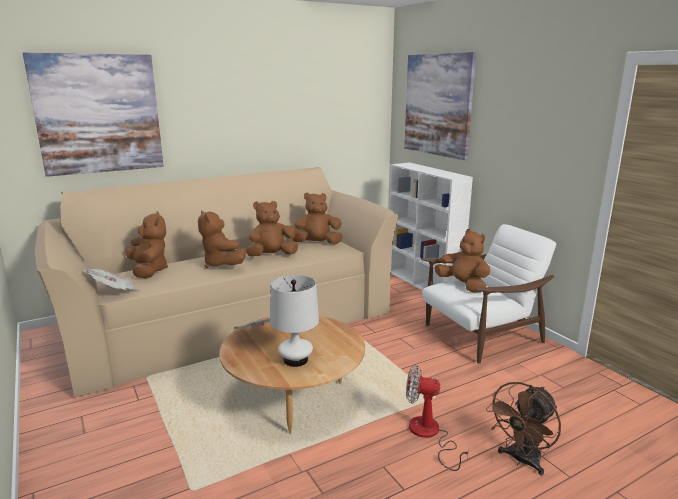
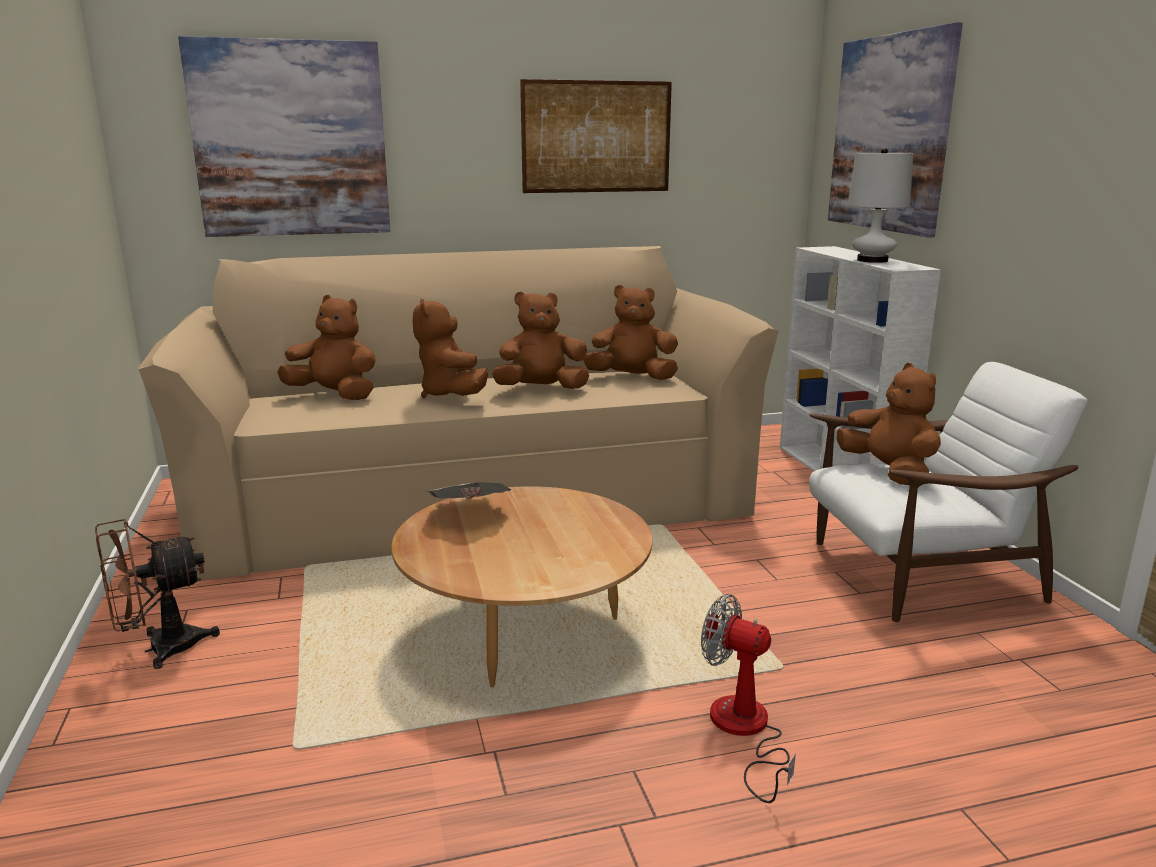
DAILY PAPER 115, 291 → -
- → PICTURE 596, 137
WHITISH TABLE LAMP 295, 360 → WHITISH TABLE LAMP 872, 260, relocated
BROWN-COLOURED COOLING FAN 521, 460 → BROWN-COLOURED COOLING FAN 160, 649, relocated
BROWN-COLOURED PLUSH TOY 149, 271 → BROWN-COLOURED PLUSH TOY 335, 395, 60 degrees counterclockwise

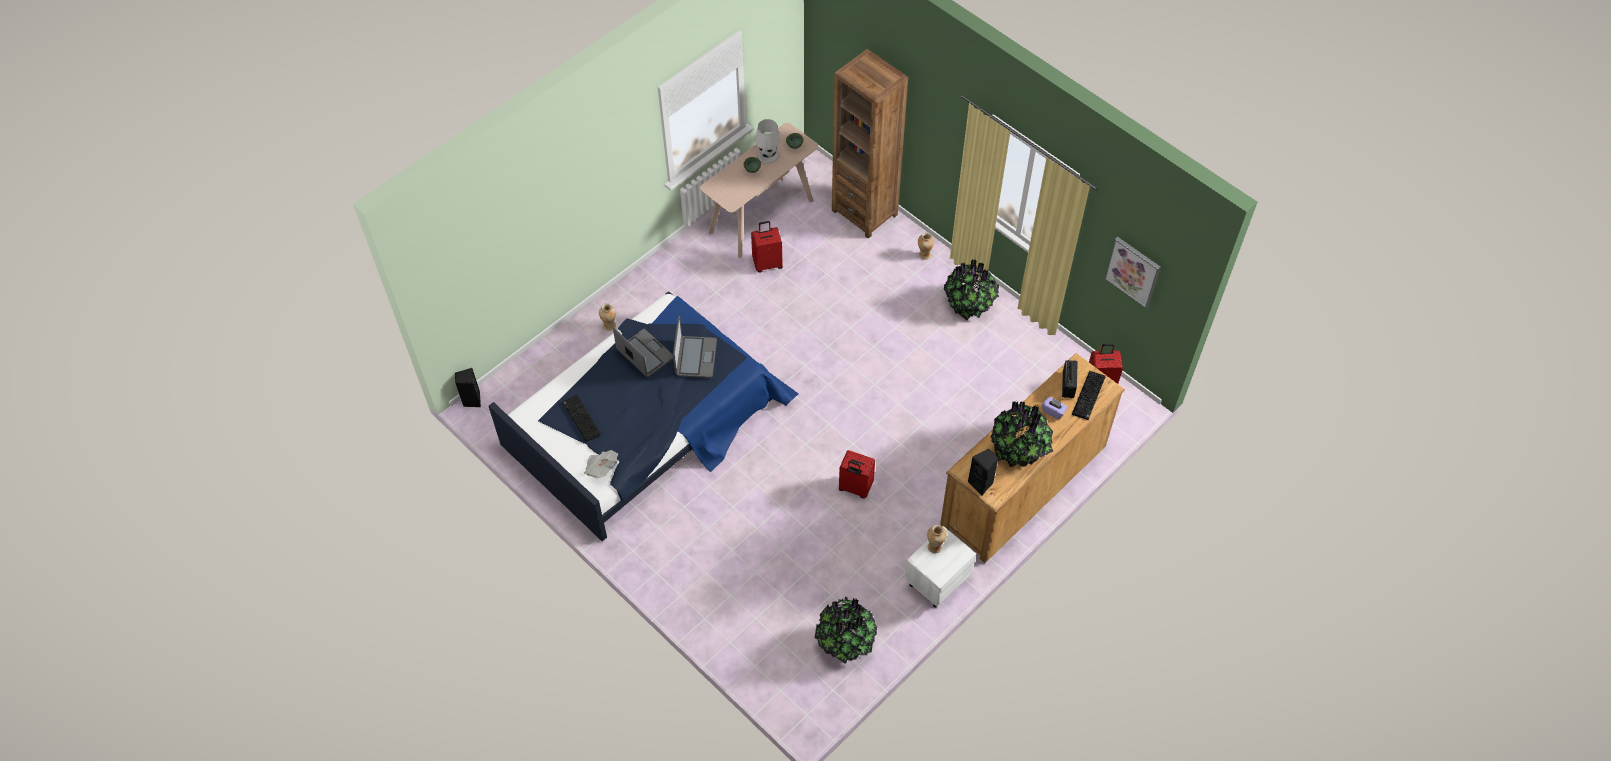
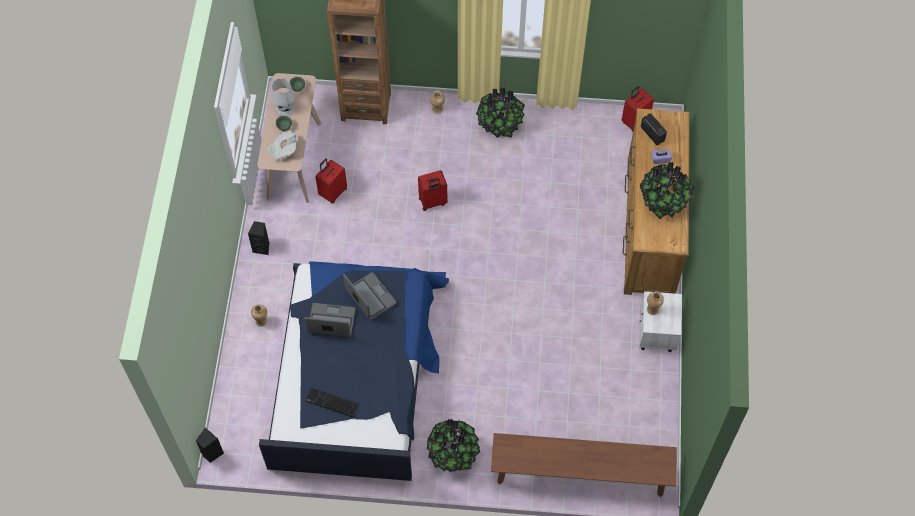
COMPUTER KEYBOARD 1089, 396 → -
PICTURE 1133, 271 → -
- → BROWN-COLOURED INDOOR BENCH 580, 475
DAILY PAPER 601, 468 → DAILY PAPER 283, 150, relocated
PLANT IN A POT 845, 642 → PLANT IN A POT 453, 454, relocated
RED-COLOURED PIECE OF LUGGAGE 855, 488 → RED-COLOURED PIECE OF LUGGAGE 432, 202, relocated
BLACK-COLOURED AUDIO SPEAKER 981, 484 → BLACK-COLOURED AUDIO SPEAKER 262, 247, relocated

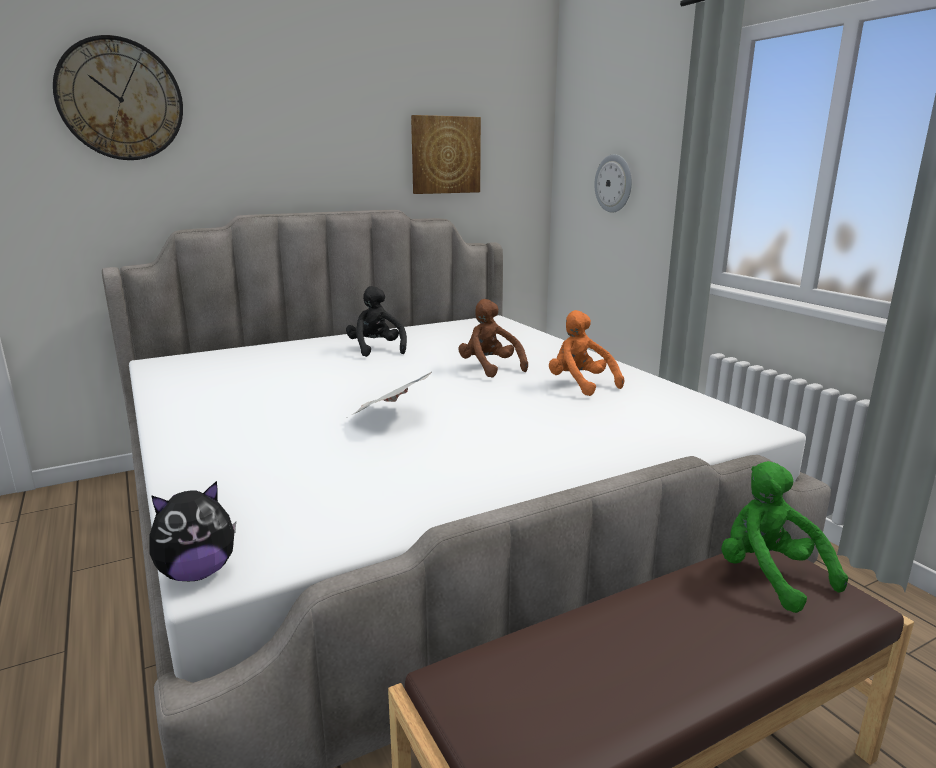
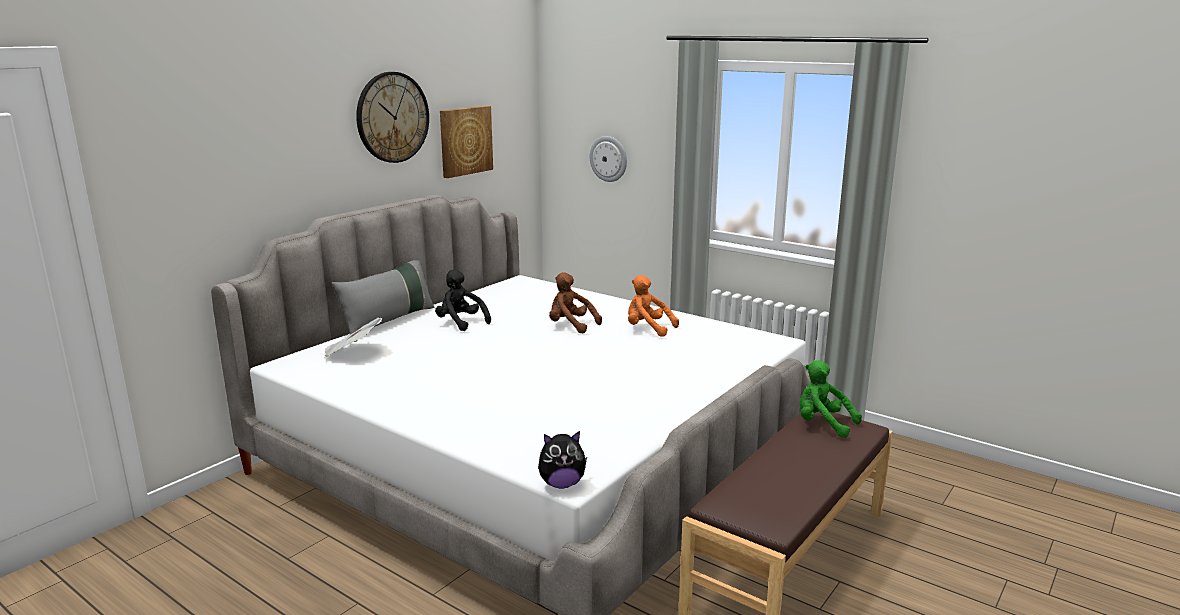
- → GRAY CUSHION 388, 321
HANGING CLOCK 120, 100 → HANGING CLOCK 392, 117, relocated
DAILY PAPER 390, 417 → DAILY PAPER 352, 353, relocated
PLUSH TOY 197, 573 → PLUSH TOY 562, 484, 45 degrees clockwise

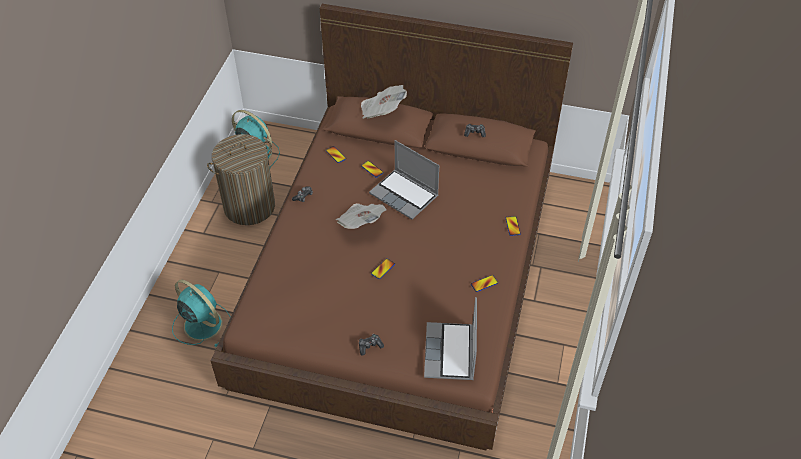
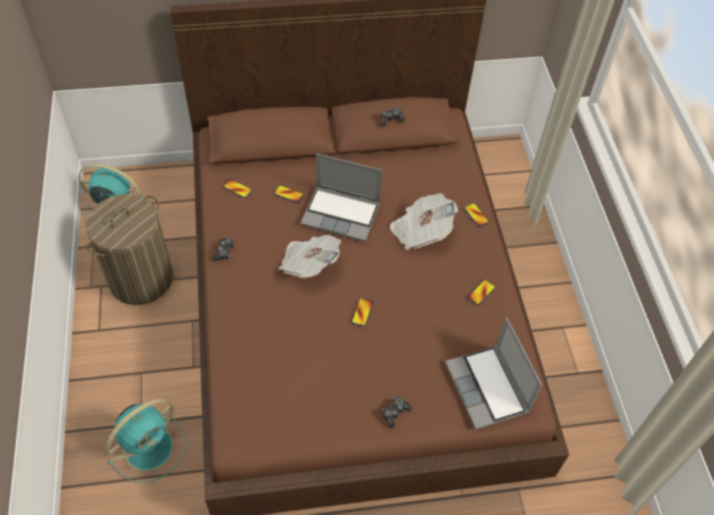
DAILY PAPER 382, 111 → DAILY PAPER 421, 231, relocated
TURQUOISE-COLOURED COOLING FAN 201, 324 → TURQUOISE-COLOURED COOLING FAN 150, 446, 120 degrees clockwise

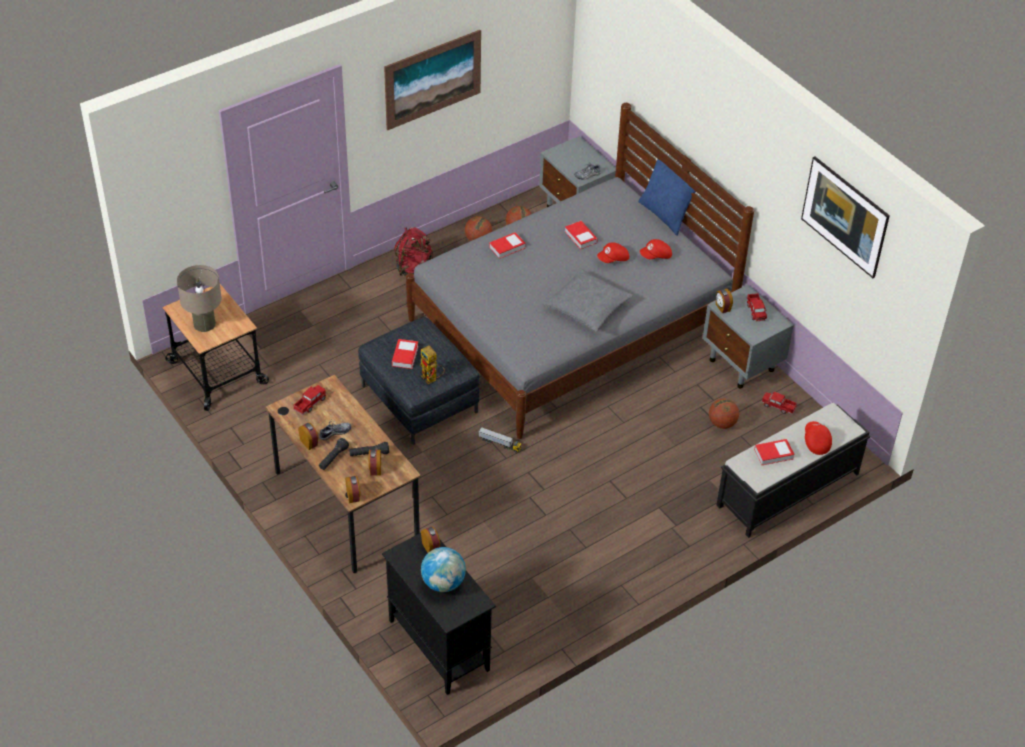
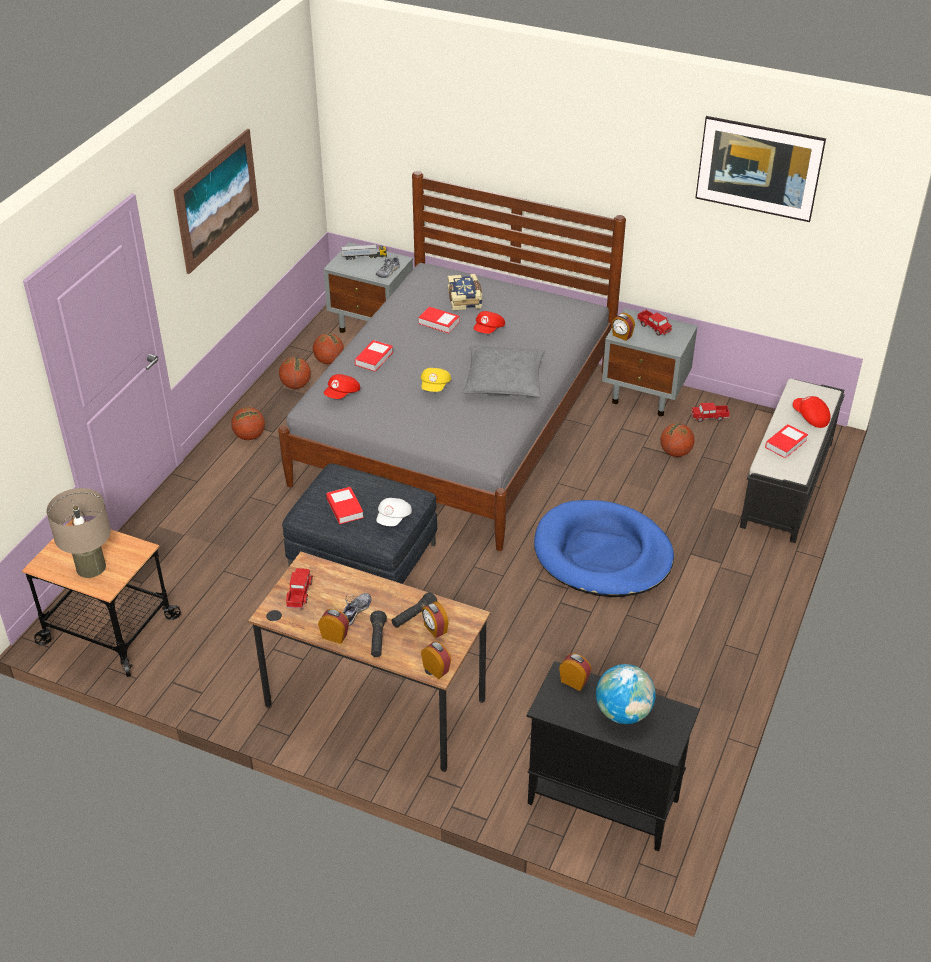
BLUE CUSHION 666, 215 → -
- → YELLOW CAP 435, 387
- → BOUND BOOK 465, 299
- → BLUE DOG CUSHION 602, 554
MODEL TRUCK 500, 444 → MODEL TRUCK 364, 257, relocated
RED-COLOURED CAP 656, 256 → RED-COLOURED CAP 342, 394, relocated
RED-COLOURED KNAPSACK 413, 268 → BASKETBALL 249, 436
TOY ROBOT 432, 379 → WHITISH CAP 394, 519

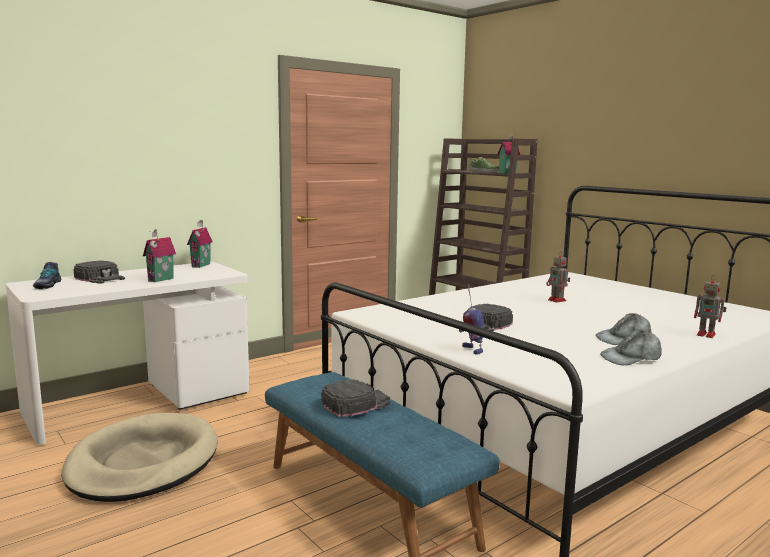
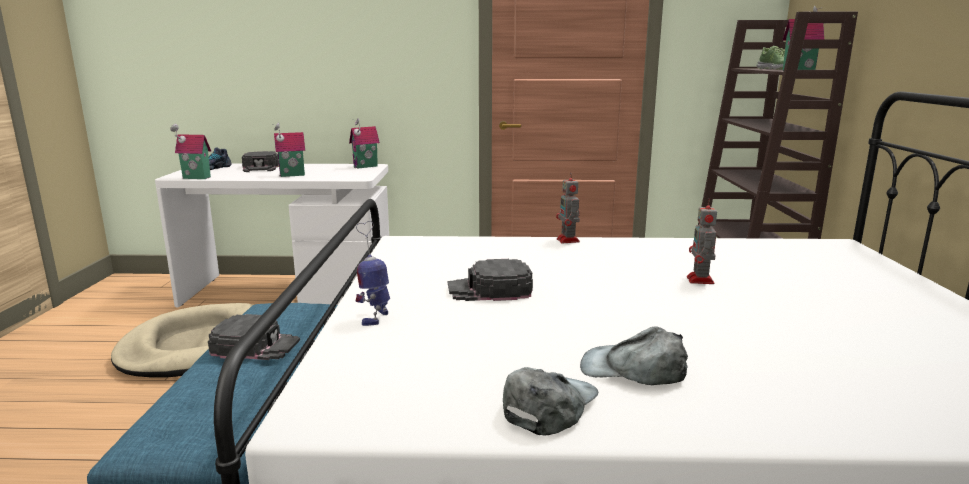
- → MINIATURE HOUSE 195, 178
TOY ROBOT 707, 335 → TOY ROBOT 568, 240, relocated
GRAY CAP 631, 357 → GRAY CAP 548, 405, 105 degrees clockwise

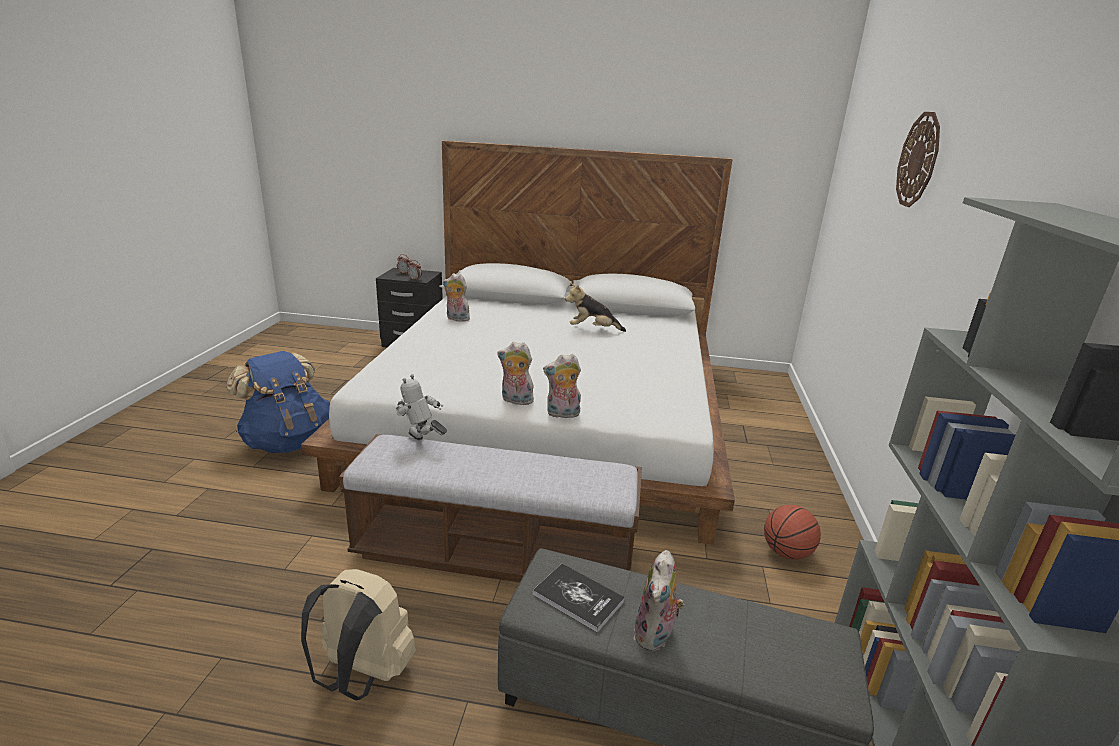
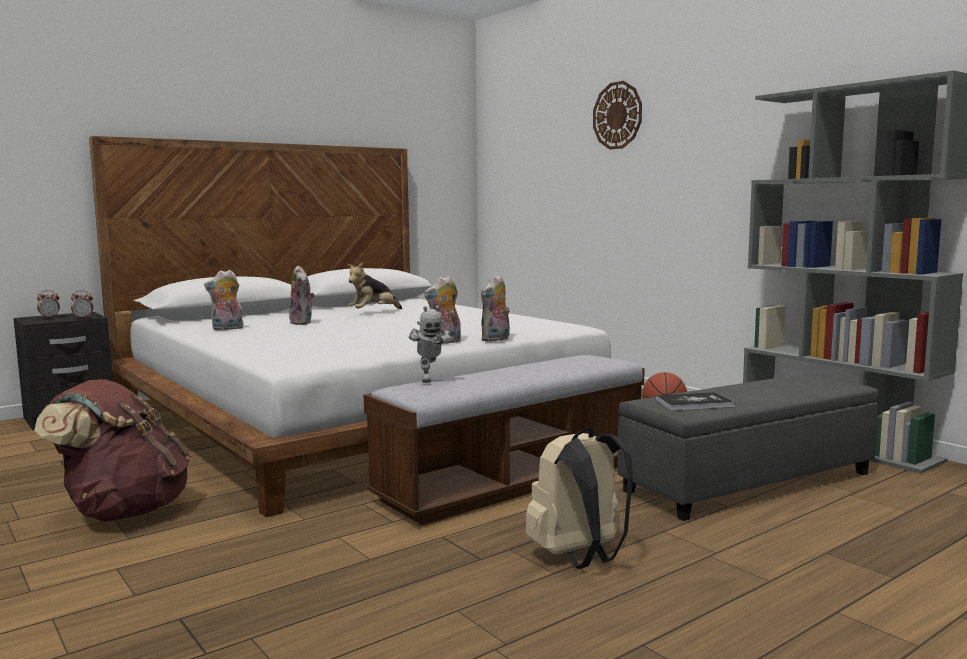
PLUSH TOY 655, 635 → PLUSH TOY 303, 322, relocated
BLUE KNAPSACK 288, 442 → BROWN-COLOURED KNAPSACK 123, 512
TOY ROBOT 421, 442 → TOY ROBOT 429, 379, 90 degrees counterclockwise

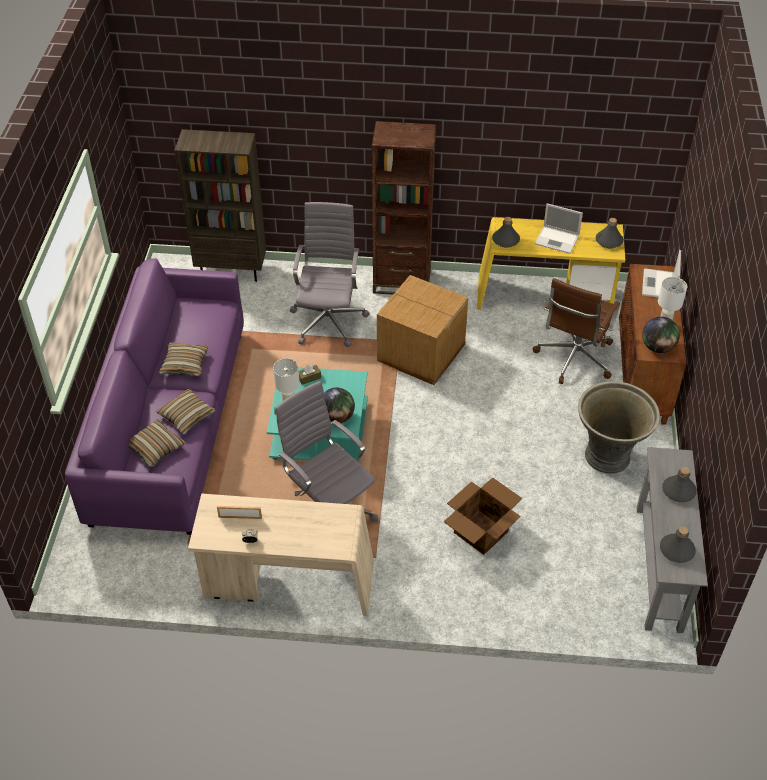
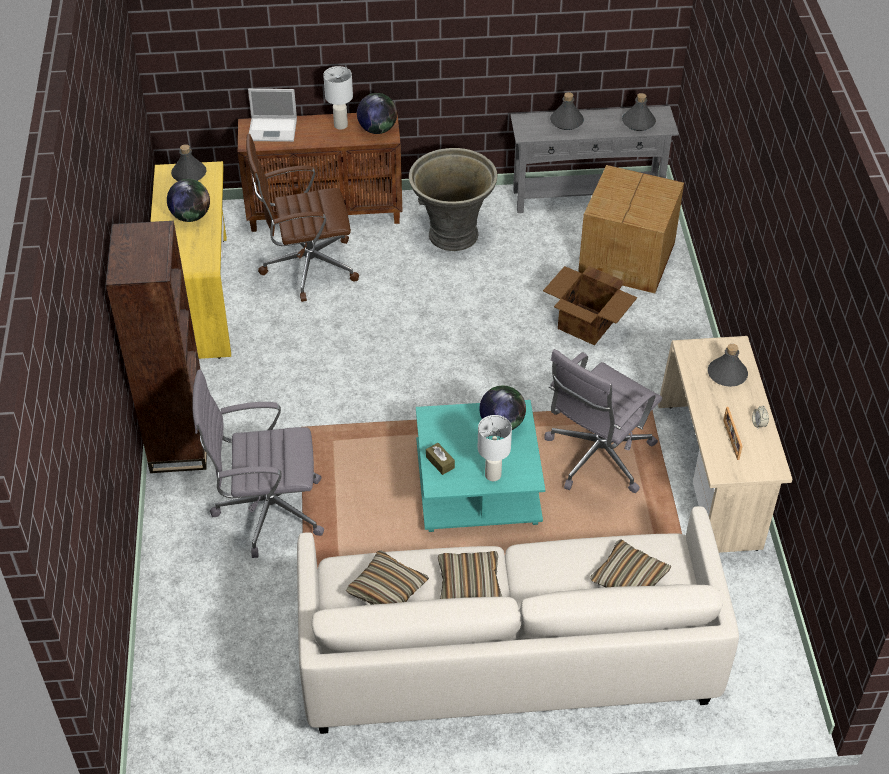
BROWN-COLOURED BOOKCASE 232, 270 → -
CUSHION 186, 416 → CUSHION 387, 590, relocated
CARTON 421, 353 → CARTON 628, 258, relocated
GRAY BEVERAGE BOTTLE 505, 240 → GRAY BEVERAGE BOTTLE 727, 374, relocated
LAPTOP 557, 240 → DESK GLOBE 191, 216
PURPLE SOFA 169, 425 → WHITISH SOFA 507, 656
BROWN-COLOURED COMPUTER CHAIR 573, 358 → BROWN-COLOURED COMPUTER CHAIR 306, 266, 150 degrees clockwise

